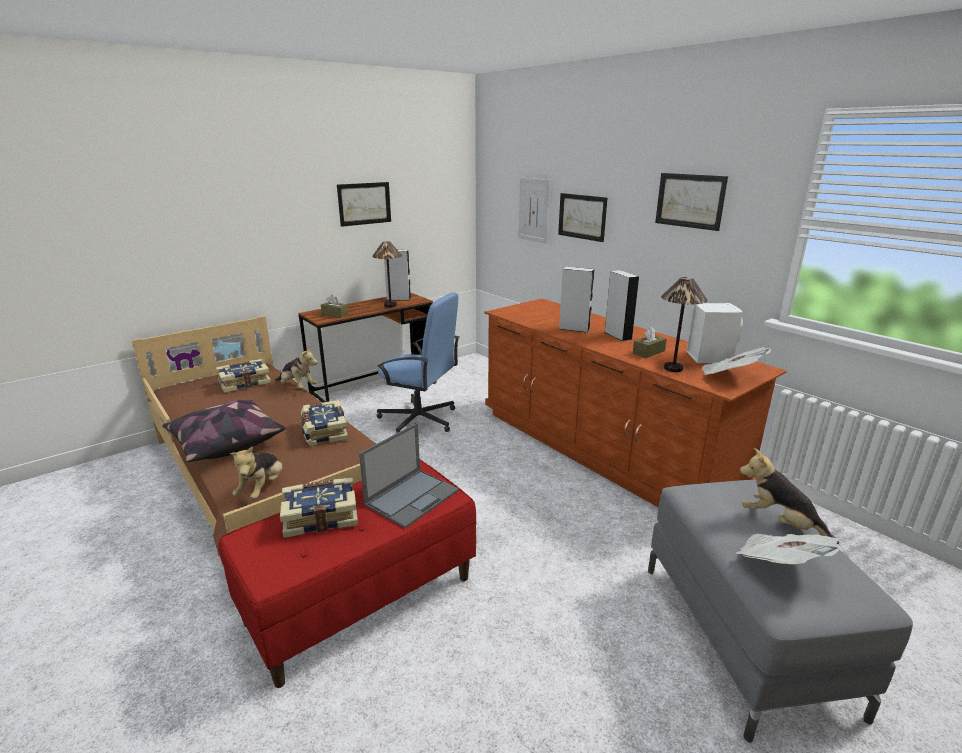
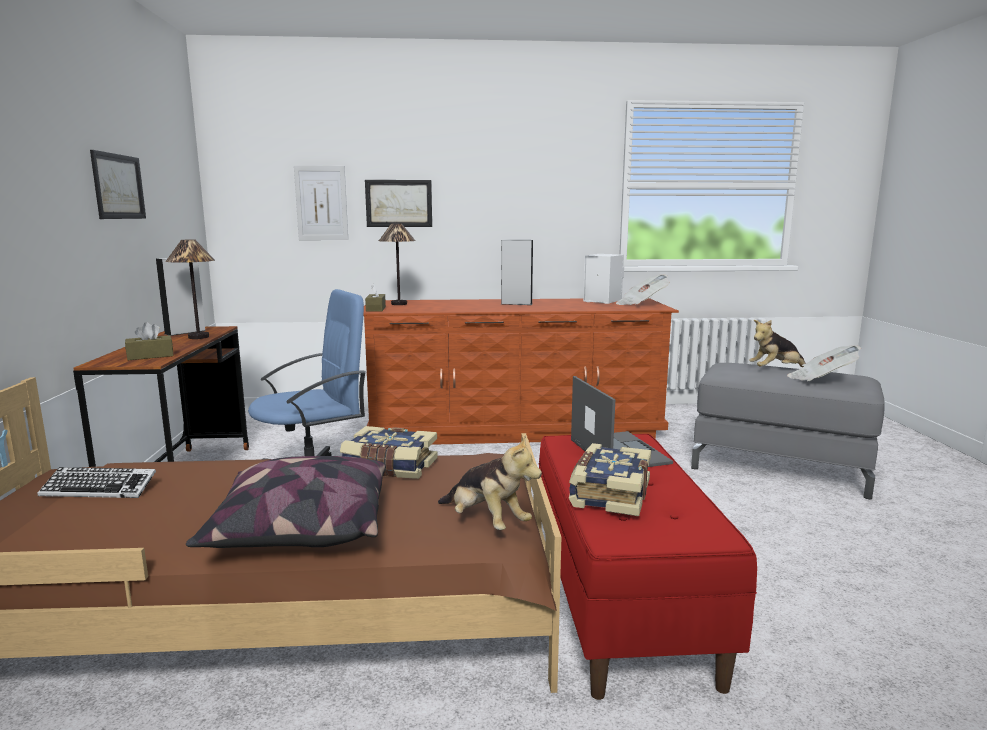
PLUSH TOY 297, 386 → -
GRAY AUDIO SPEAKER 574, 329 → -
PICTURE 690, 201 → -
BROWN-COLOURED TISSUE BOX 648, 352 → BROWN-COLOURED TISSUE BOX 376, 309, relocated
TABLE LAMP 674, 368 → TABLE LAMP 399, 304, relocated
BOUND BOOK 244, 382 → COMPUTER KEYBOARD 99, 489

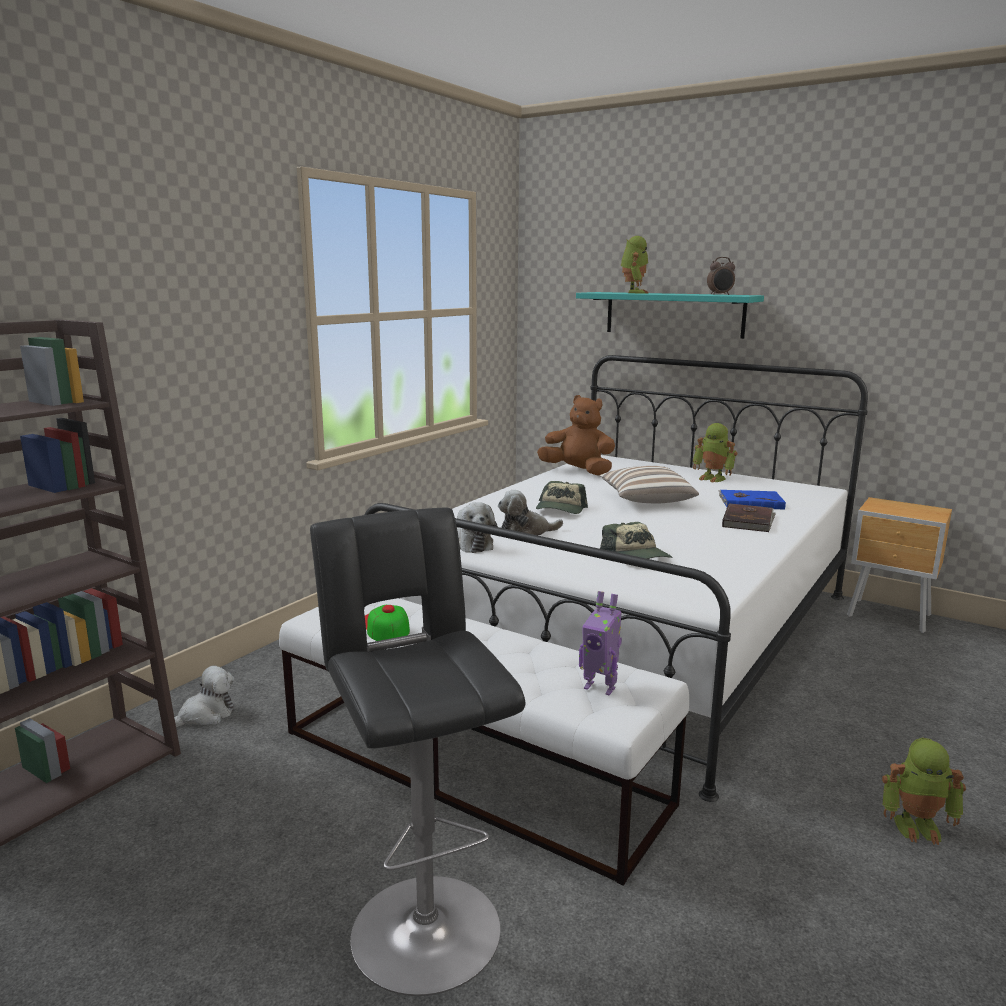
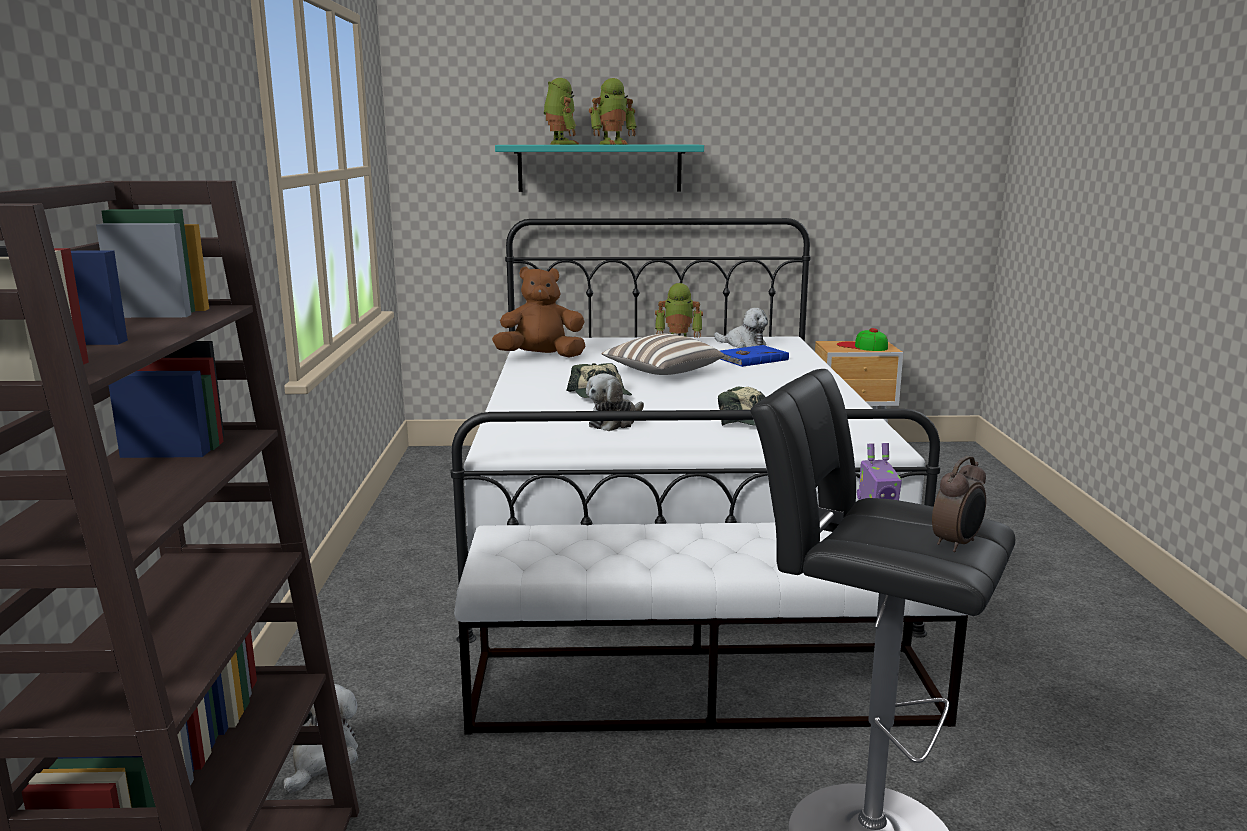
BROWN-COLOURED BOUND BOOK 749, 521 → -
CAP 386, 626 → CAP 862, 346, relocated
PLUSH TOY 471, 544 → PLUSH TOY 743, 344, relocated
ALARM CLOCK 720, 295 → ALARM CLOCK 957, 544, relocated
TOY ROBOT 917, 826 → TOY ROBOT 613, 144, relocated

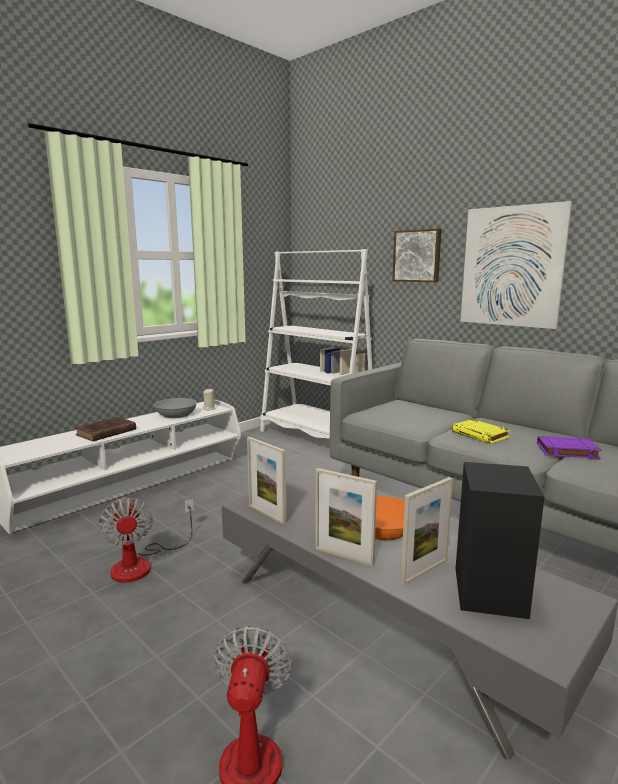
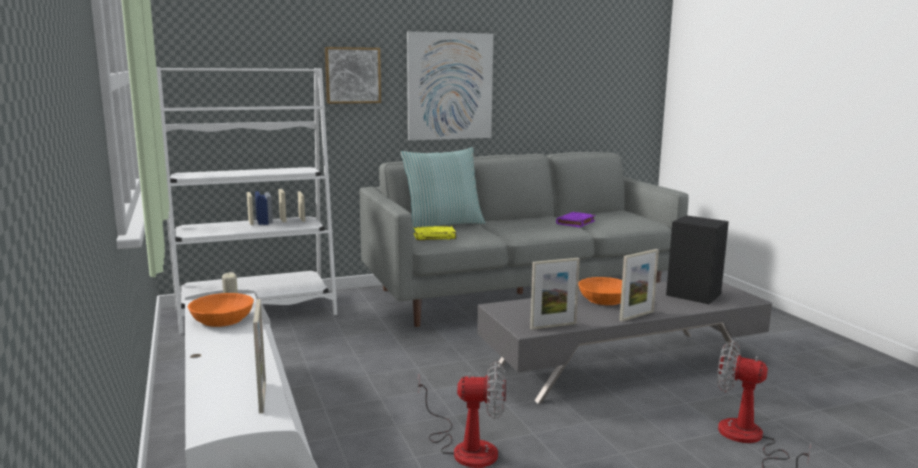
BROWN-COLOURED BOUND BOOK 105, 433 → -
- → CUSHION 443, 225
PICTURE FRAME 424, 571 → PICTURE FRAME 262, 397, relocated
YELLOW BOUND BOOK 480, 435 → YELLOW BOUND BOOK 435, 236, relocated
GRAY DEEP DISH 176, 414 → ORANGE-COLOURED DEEP DISH 222, 319

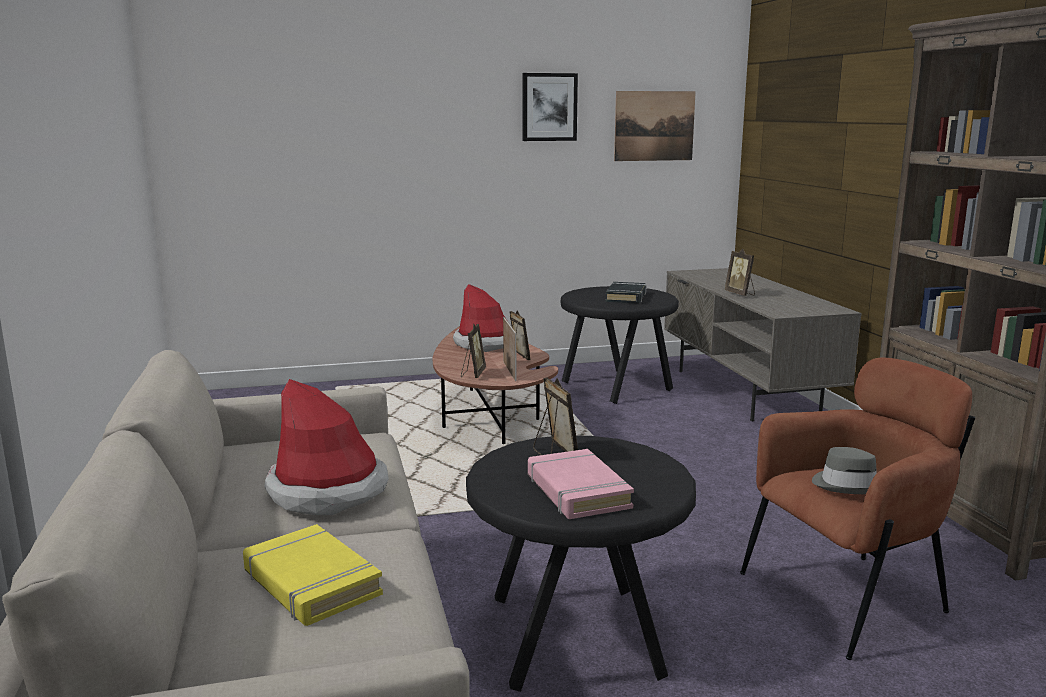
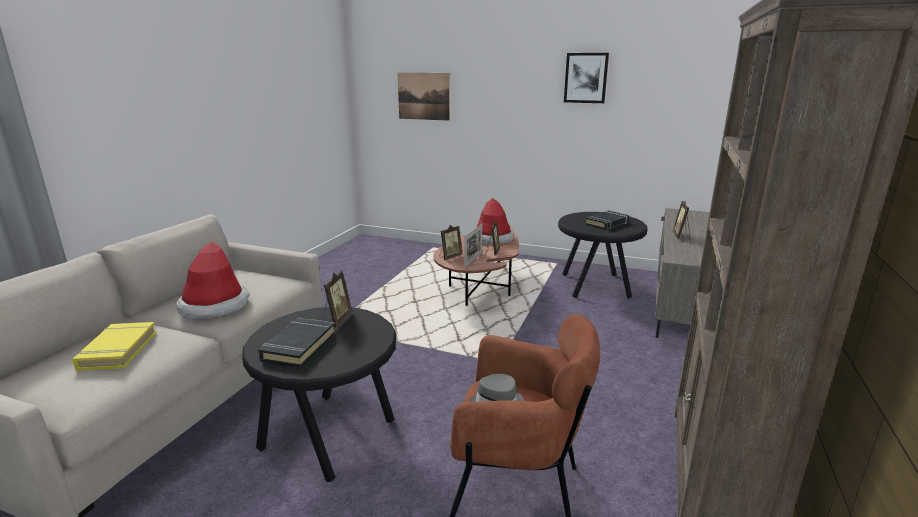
PICTURE 654, 126 → PICTURE 423, 96, relocated
PINKISH BOUND BOOK 577, 491 → BLACK-COLOURED BOUND BOOK 298, 347

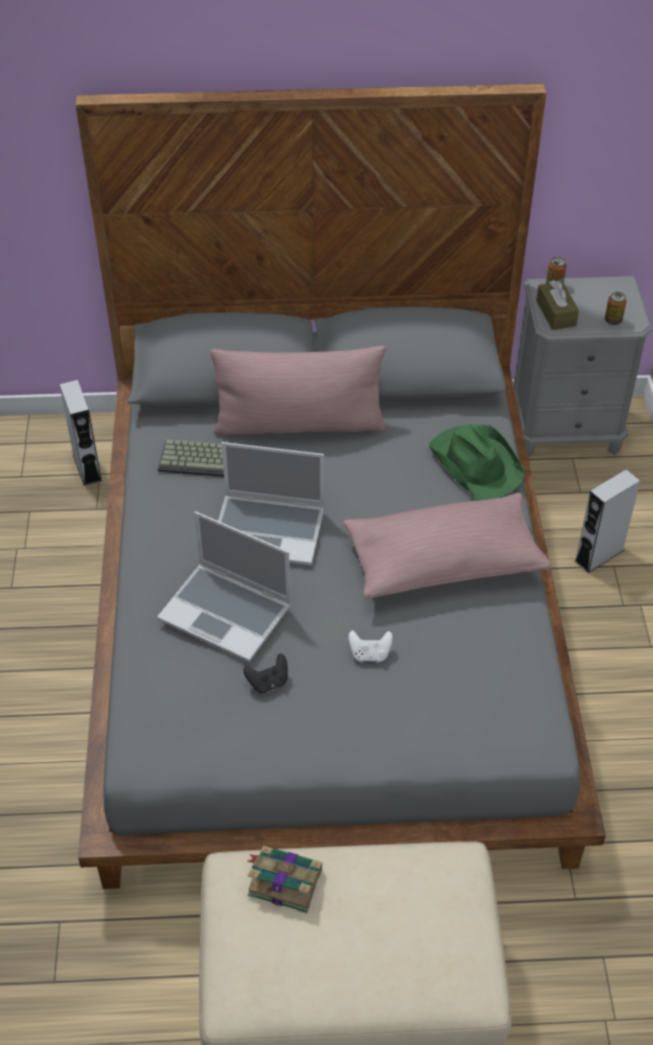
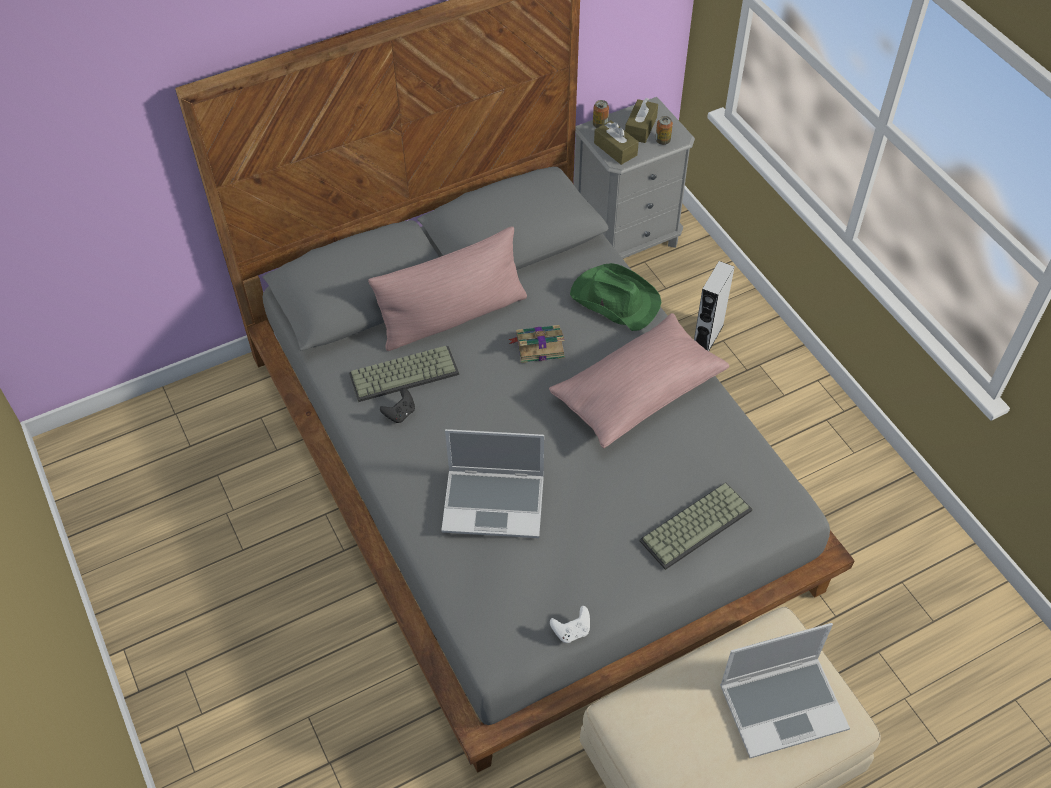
GRAY AUDIO SPEAKER 87, 467 → -
- → BROWN-COLOURED TISSUE BOX 640, 128
- → COMPUTER KEYBOARD 695, 523
LAPTOP 270, 530 → LAPTOP 783, 705, relocated
BLACK-COLOURED GAME CONTROLLER 268, 682 → BLACK-COLOURED GAME CONTROLLER 400, 413, relocated
BOUND BOOK 283, 881 → BOUND BOOK 538, 346, relocated
WHITISH GAME CONTROLLER 370, 654 → WHITISH GAME CONTROLLER 571, 631, relocated

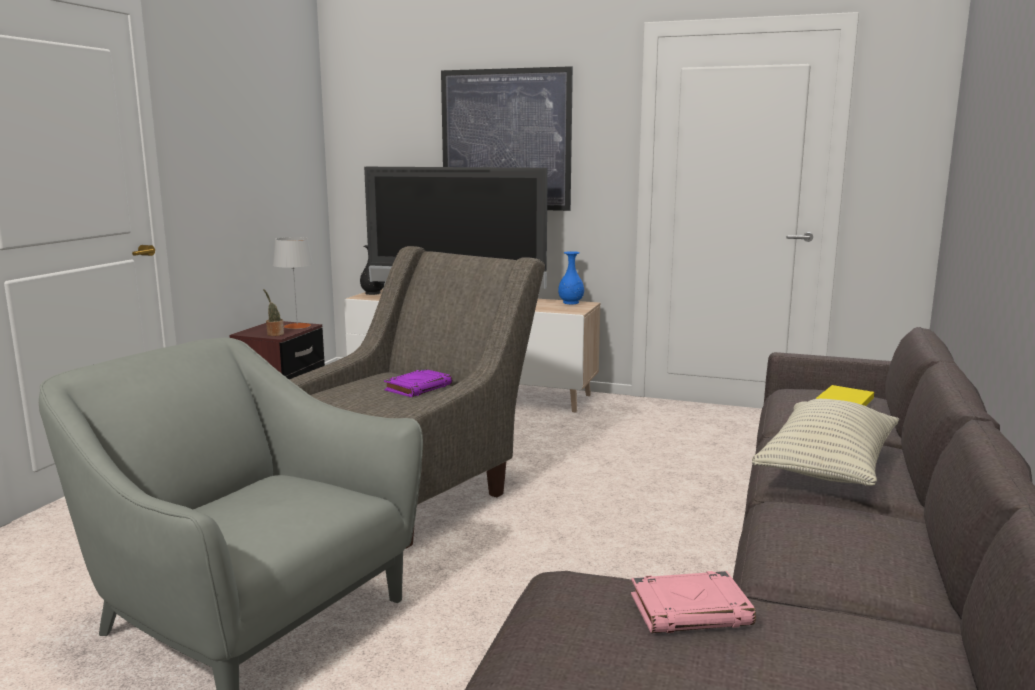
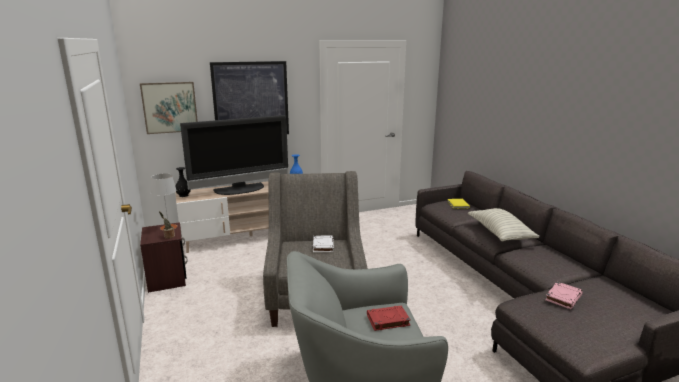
- → PICTURE 170, 107
- → RED-COLOURED BOUND BOOK 387, 320
PURPLE BOUND BOOK 418, 387 → WHITISH BOUND BOOK 323, 246

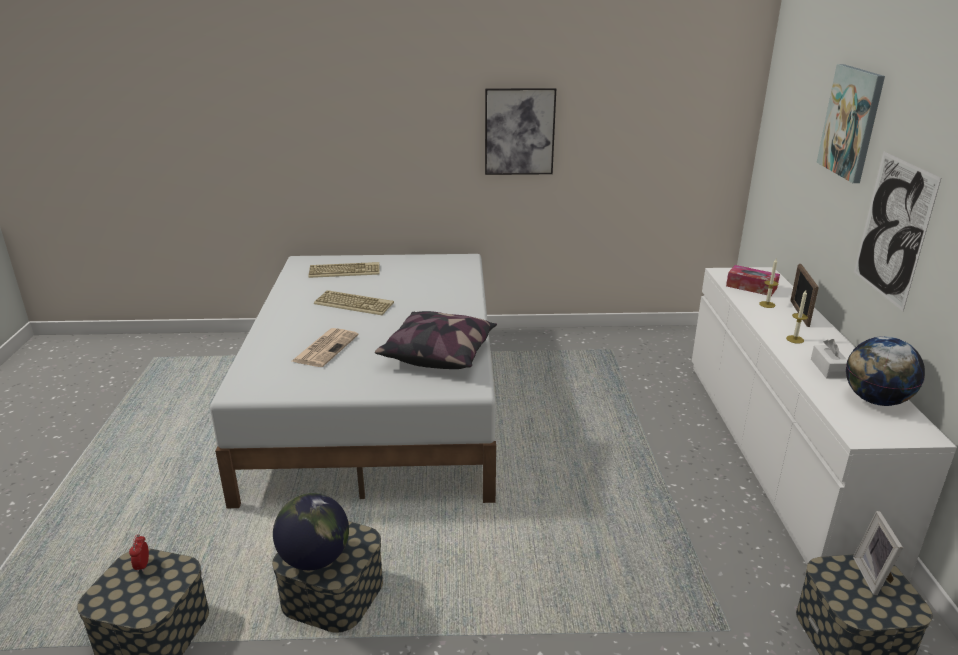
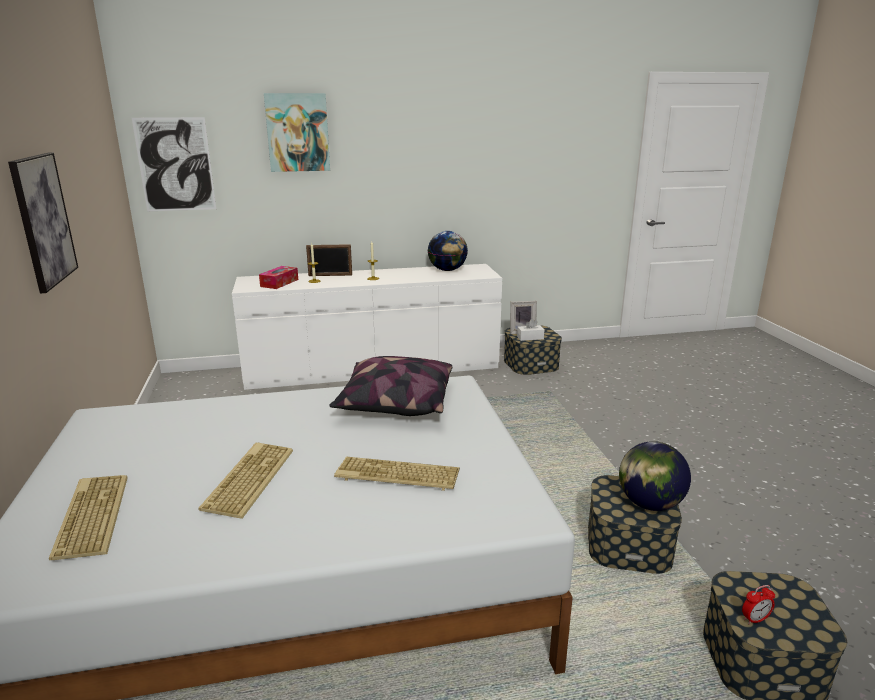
WHITISH TISSUE BOX 828, 368 → WHITISH TISSUE BOX 530, 337, relocated
PICTURE 893, 229 → PICTURE 175, 165, relocated
DAILY PAPER 325, 348 → COMPUTER KEYBOARD 396, 475

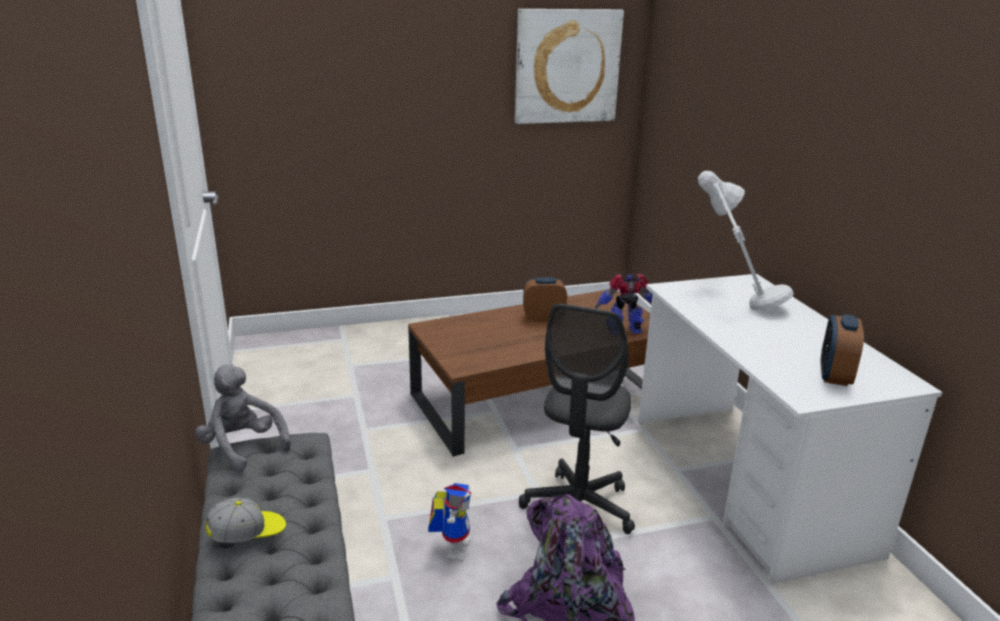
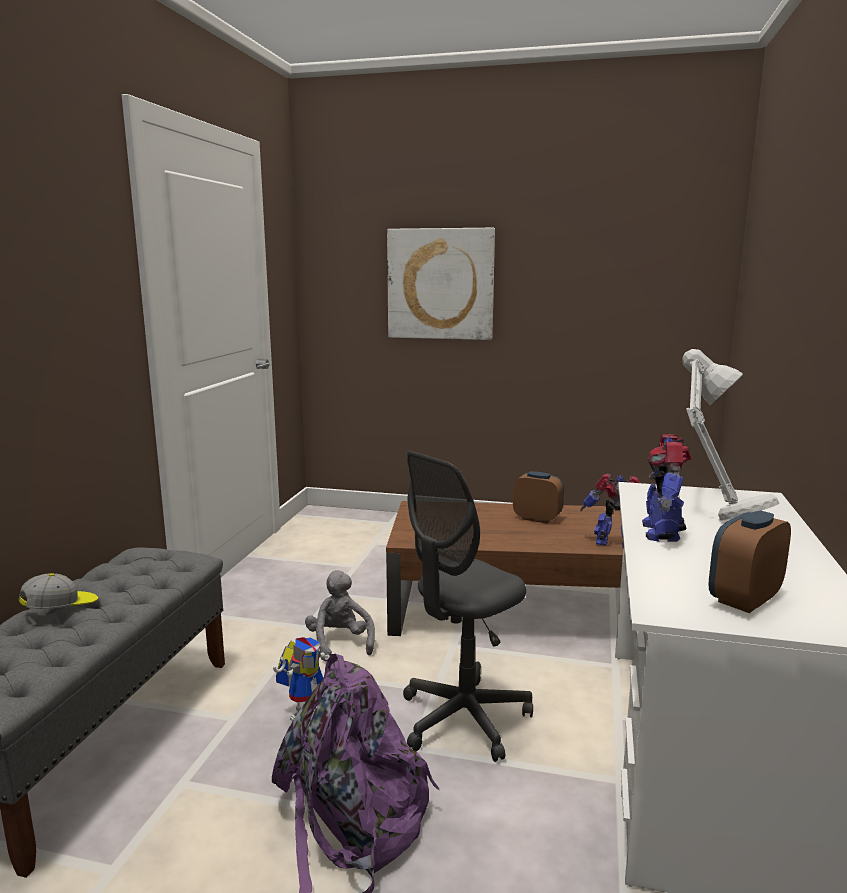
- → TOY ROBOT 662, 532
GRAY PLUSH TOY 242, 447 → GRAY PLUSH TOY 340, 643, relocated
PICTURE 567, 66 → PICTURE 440, 284, relocated
CAP 248, 534 → CAP 61, 608, 45 degrees counterclockwise

